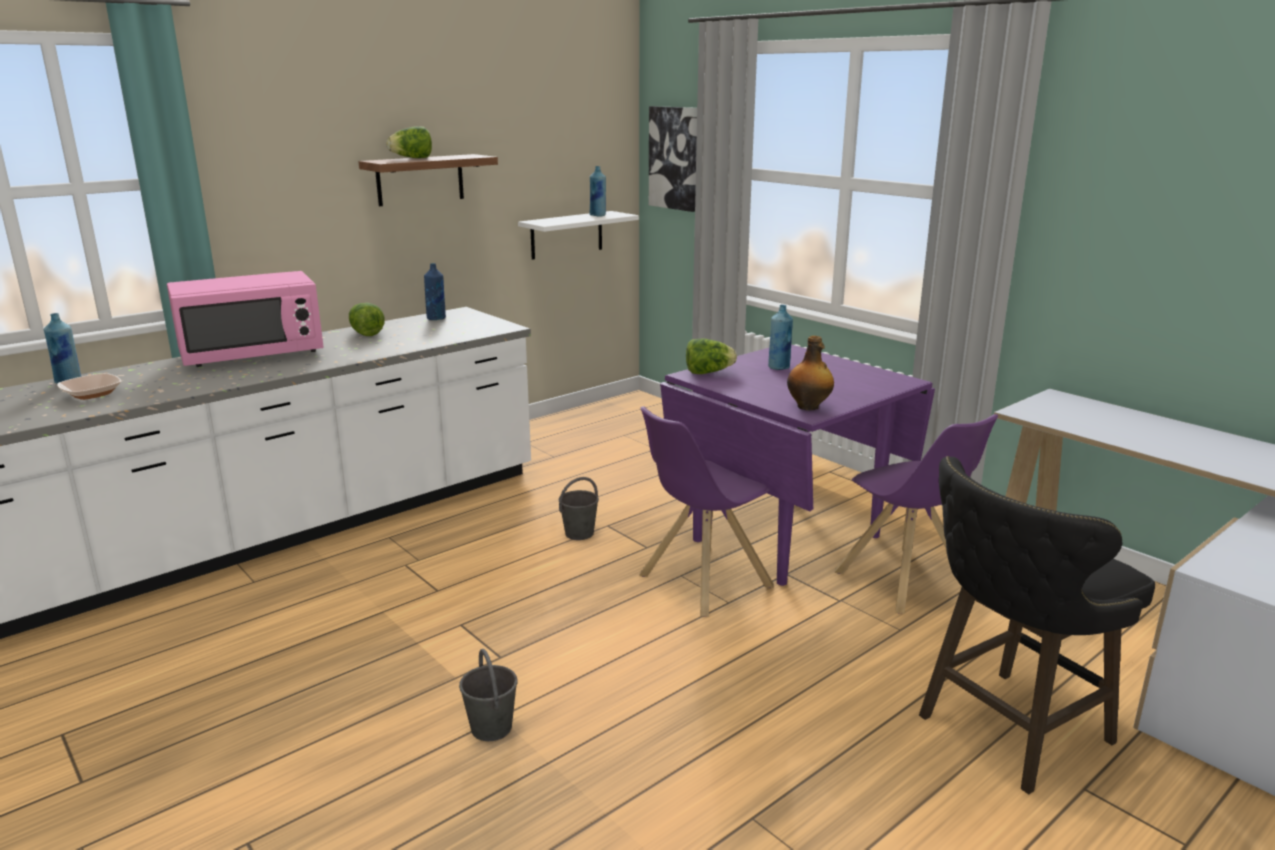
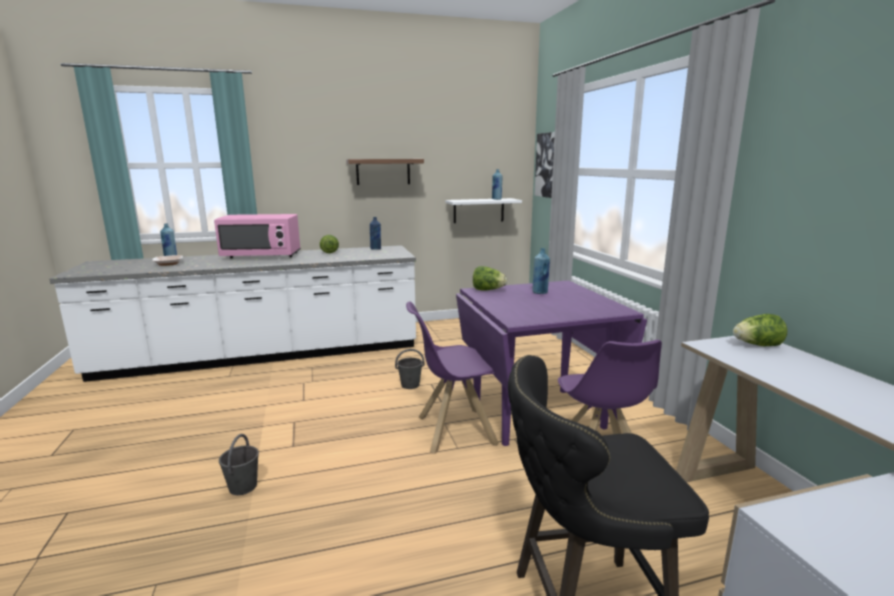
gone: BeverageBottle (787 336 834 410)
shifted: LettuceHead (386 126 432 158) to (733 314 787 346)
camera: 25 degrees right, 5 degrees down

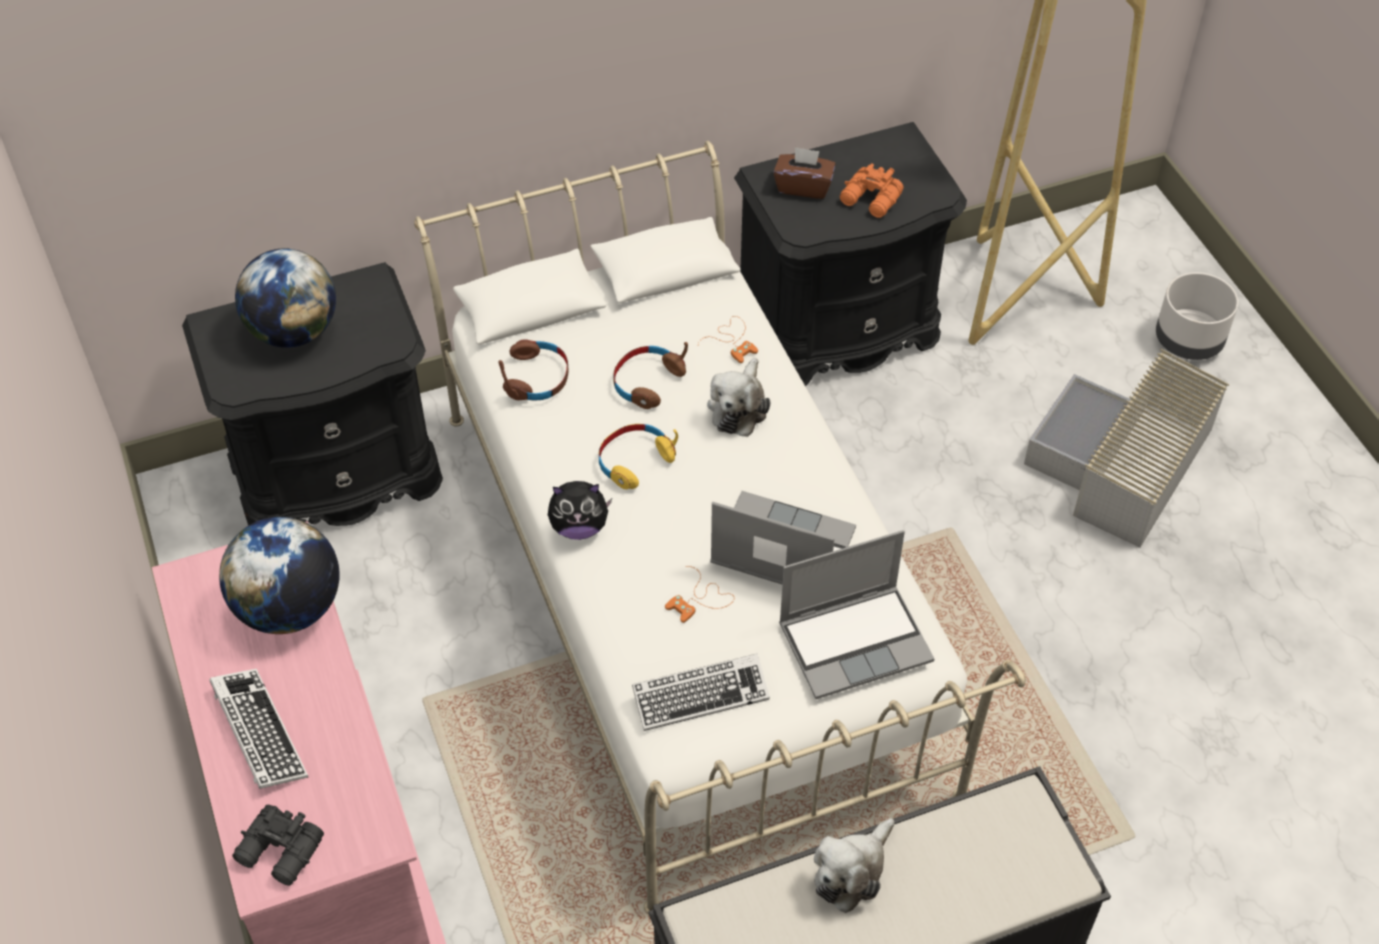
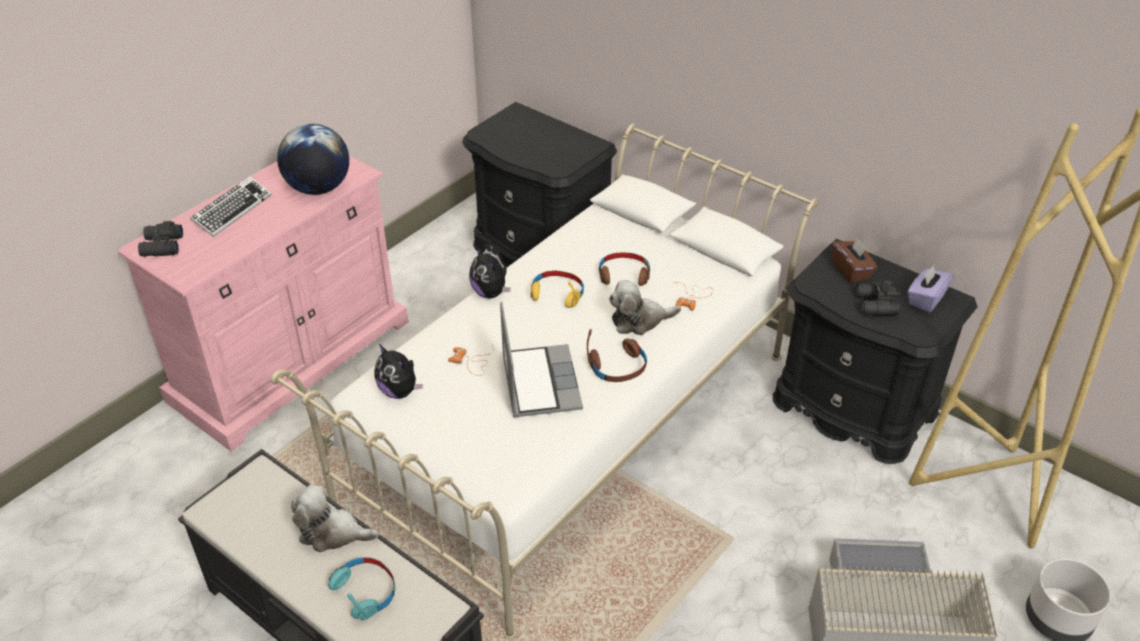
gone: WorldGlobe (235 248 336 348); Laptop (779 530 935 699)
new: PurpleColouredBoxOfTissues (907 265 954 312); BlueGreenHeadset (328 557 395 620)
shifted: BrownColouredHeadset (499 339 568 401) to (587 329 647 382)
swapped: ComputerKeyboard (632 654 770 731) to CuddlyToy (374 344 423 399)
repainted: OrangeBinoculars (840 163 904 218) to BlackishBinoculars (856 281 900 315)
camera: 60 degrees right, 10 degrees down

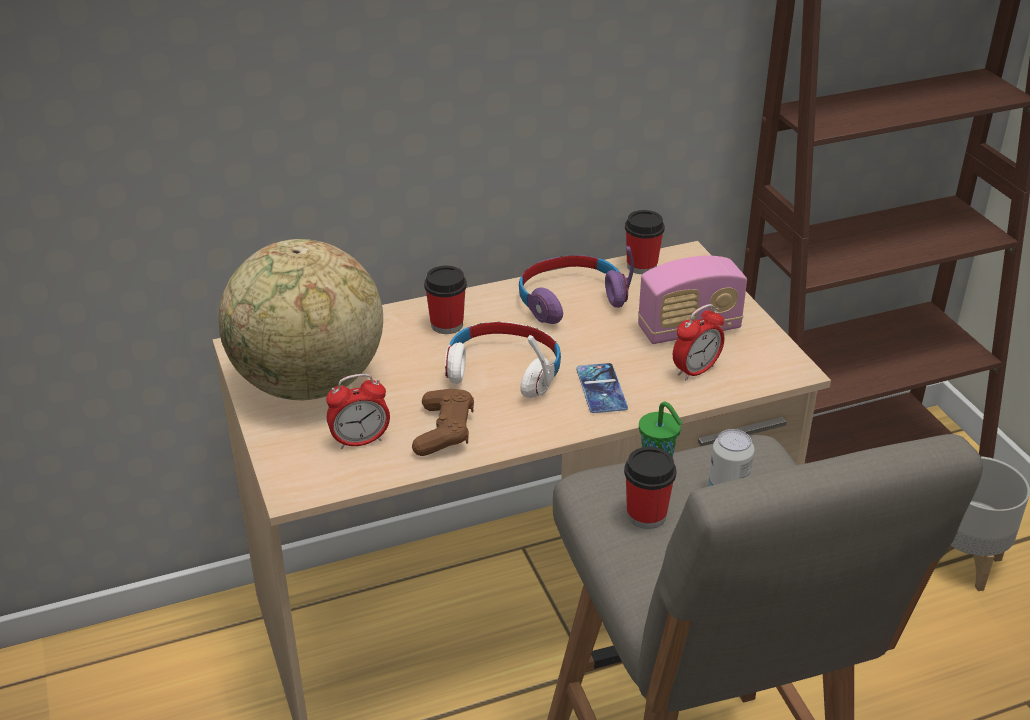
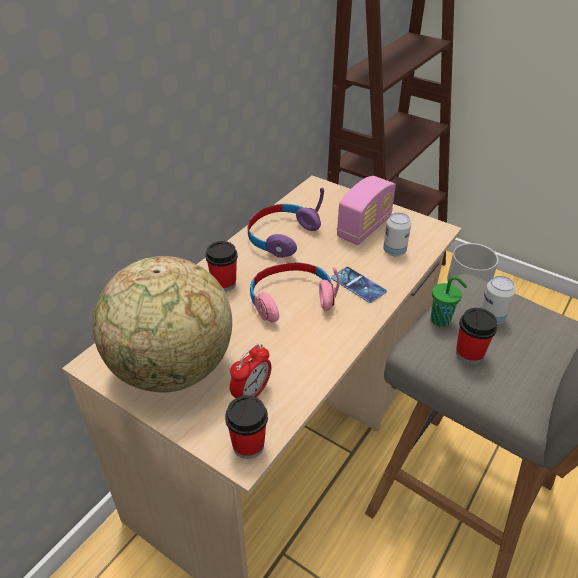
gone: BrownColouredJoypad (412 389 474 456)
shifted: SmallCup (625 210 665 274) to (225 395 268 459)
swapped: BedsideClock (673 304 724 380) to MetalCan (383 212 411 256)
repainted: WhitishHeadset (445 322 561 398) to PinkColouredHeadset (250 262 340 322)
camera: 35 degrees left, 5 degrees up

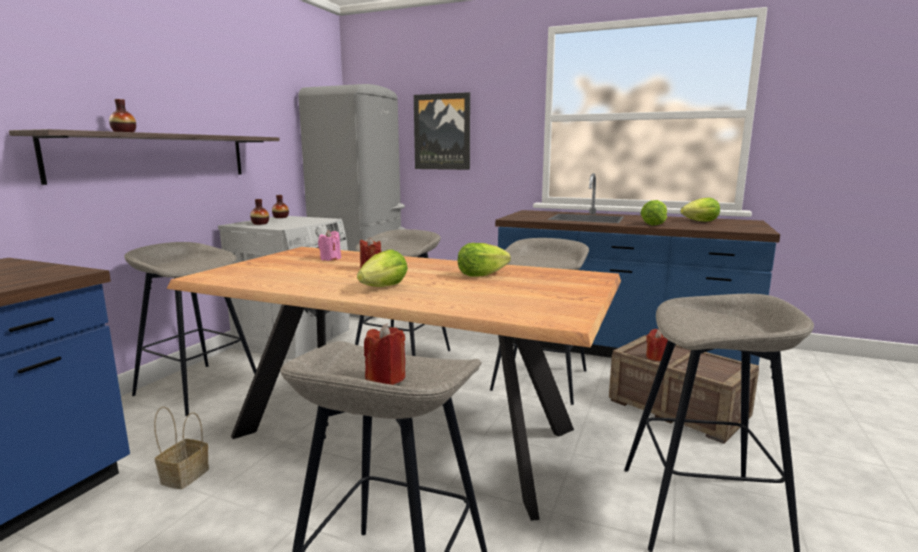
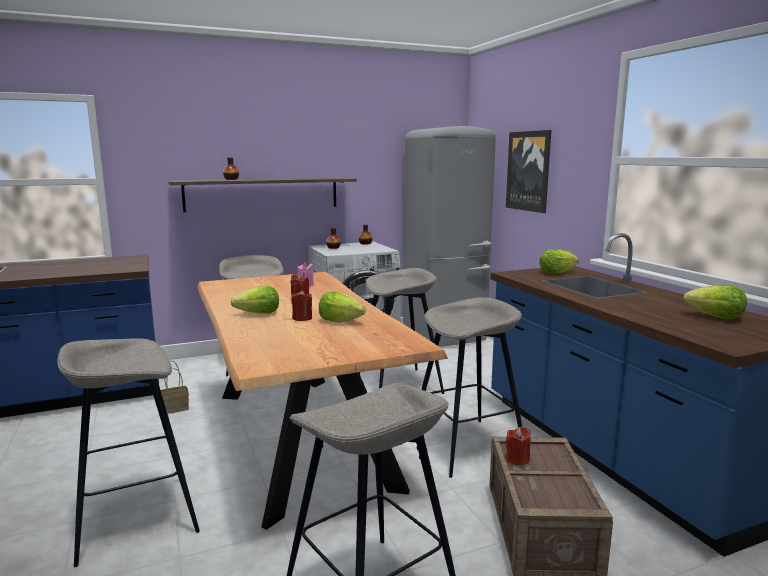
shifted: LettuceHead (640 200 667 226) to (539 249 579 274); RedCandle (364 324 405 385) to (291 290 312 321)
camera: 45 degrees right, 0 degrees up

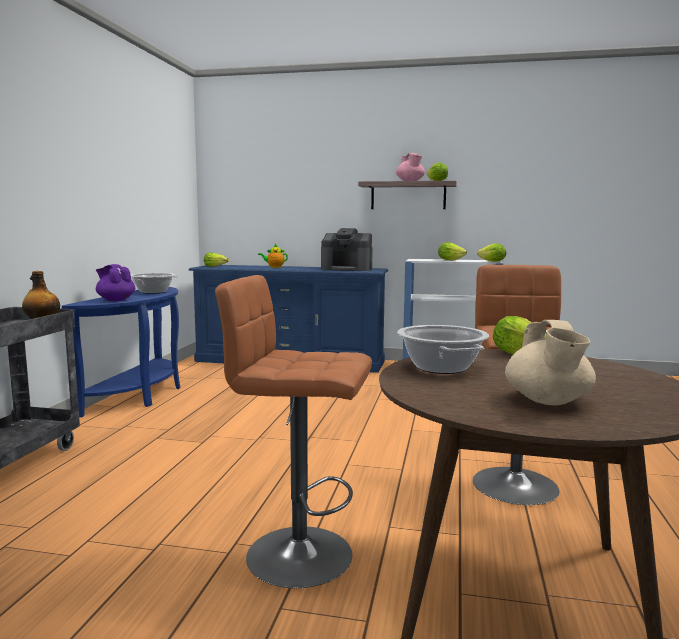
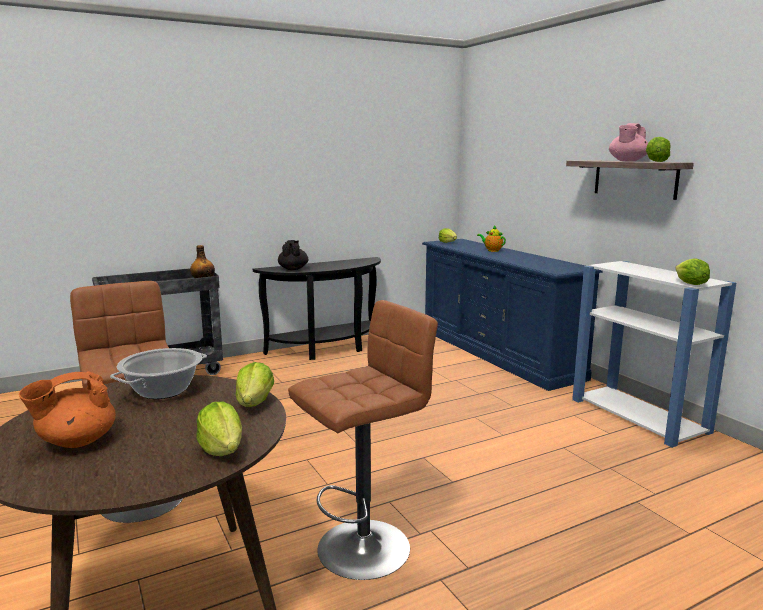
gone: CoffeeMaker (321 228 373 271); Stockpot (131 273 178 294)
shifted: LettuceHead (438 242 467 261) to (196 401 242 456)
repainted: PurpleColouredPotForTea (96 264 135 301) to BlackishPotForTea (278 240 308 270); BlueNarrowTable (62 287 180 417) to BlackishNarrowTable (253 257 381 360); BeigeColouredPotForTea (505 320 596 405) to OrangePotForTea (19 371 116 448)
camera: 50 degrees right, 5 degrees up

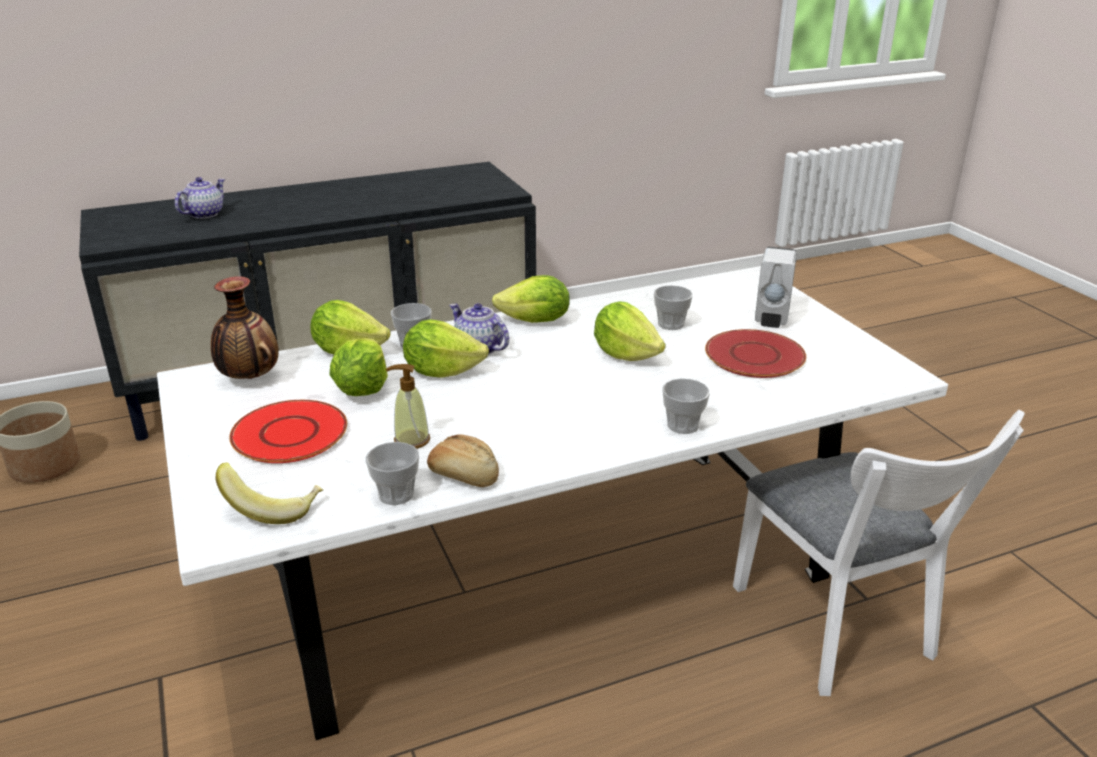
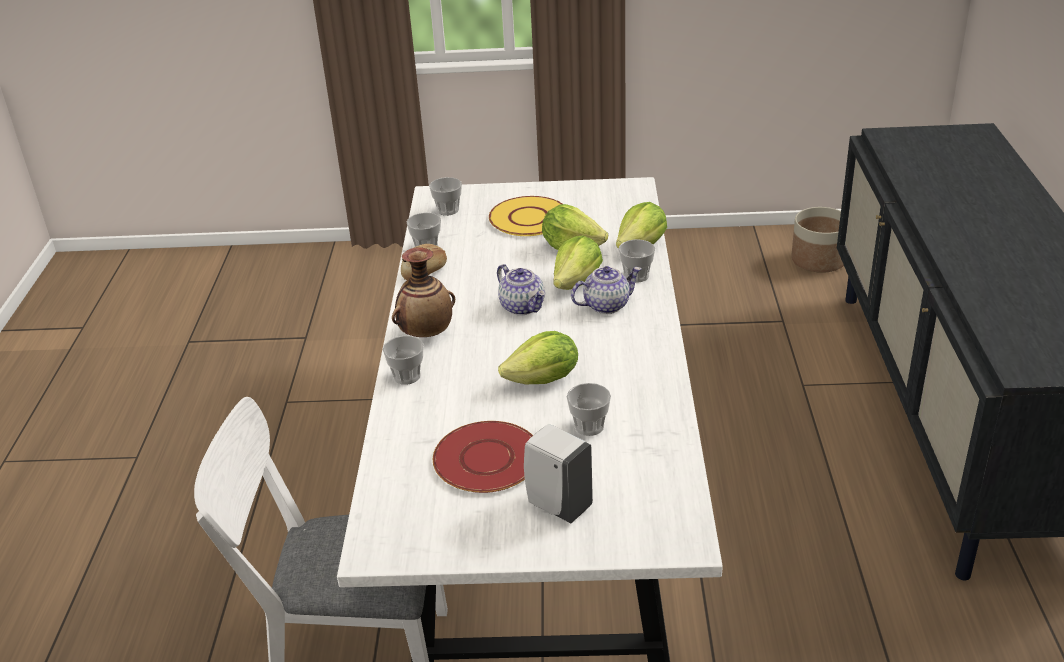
gone: LettuceHead (492 275 570 323); SoapBottle (386 364 430 449)
shifted: PotForTea (175 177 225 219) to (497 264 545 315); DecorativeVase (211 276 279 379) to (392 247 455 337)
swapped: WholeBanana (216 462 323 524) to SmallCup (429 177 462 216)
repainted: RedPlate (229 400 347 463) to YellowColouredPlate (489 196 562 236)
camera: 115 degrees right, 5 degrees up

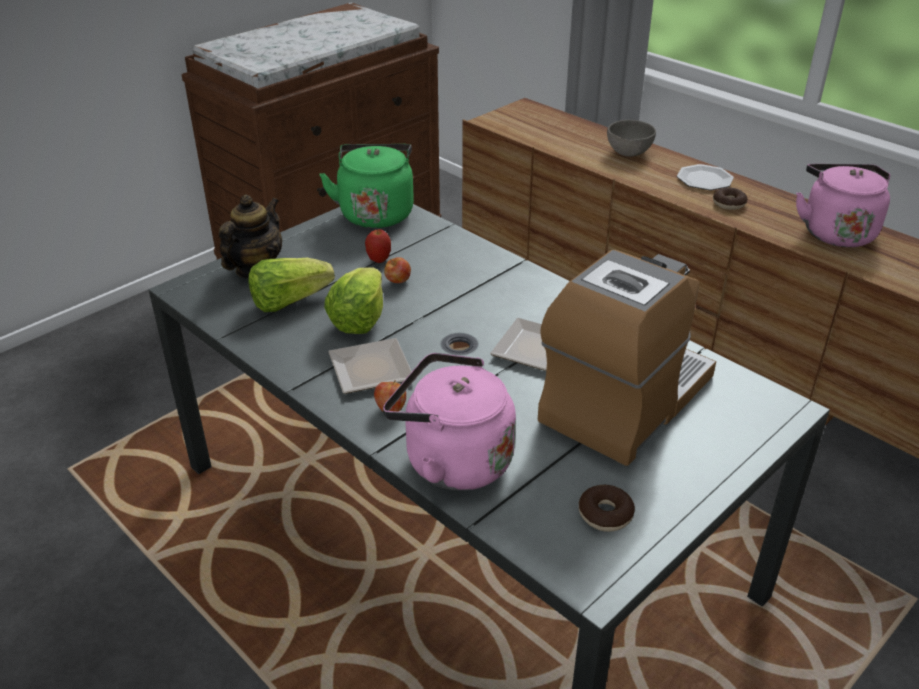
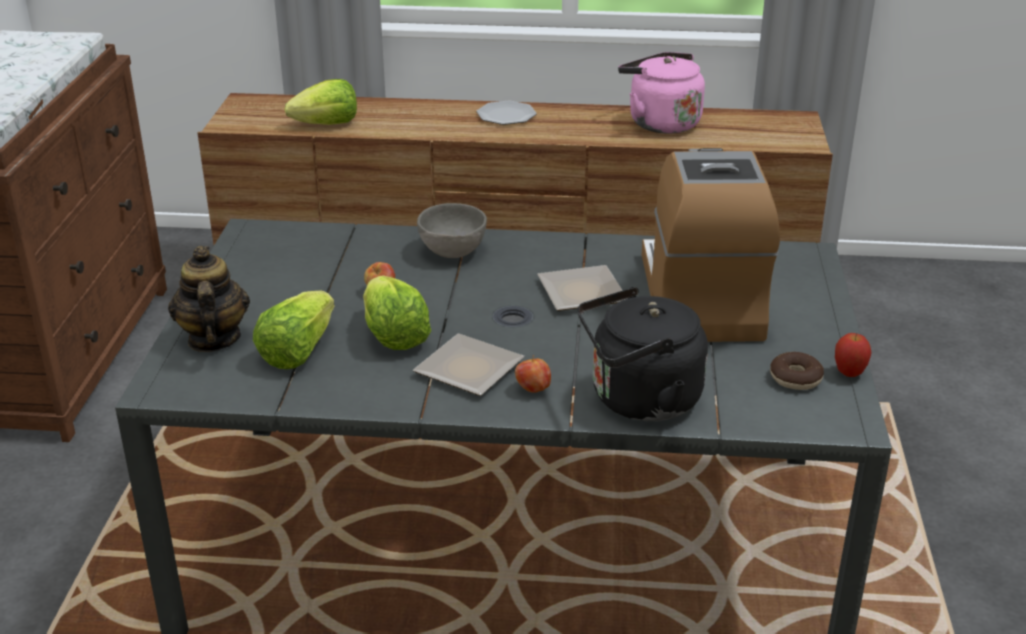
gone: GreenColouredTeaKettle (319 144 414 228); Doughnut (713 187 747 210)
new: LettuceHead (284 79 357 125)
shifted: GreyishBowl (607 120 656 157) to (417 203 487 258); AppleFruit (365 229 391 263) to (835 333 872 377)
repainted: PinkColouredTeaKettle (383 353 516 491) to BlackishTeaKettle (578 287 708 421)
camera: 40 degrees left, 5 degrees down

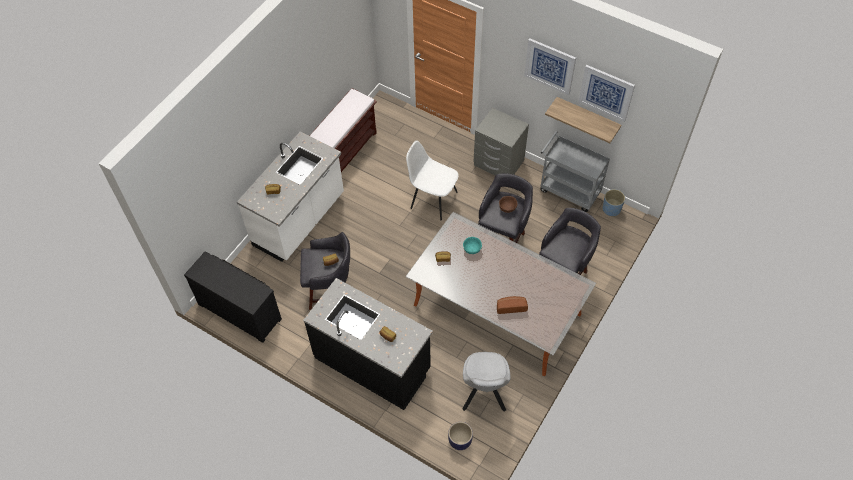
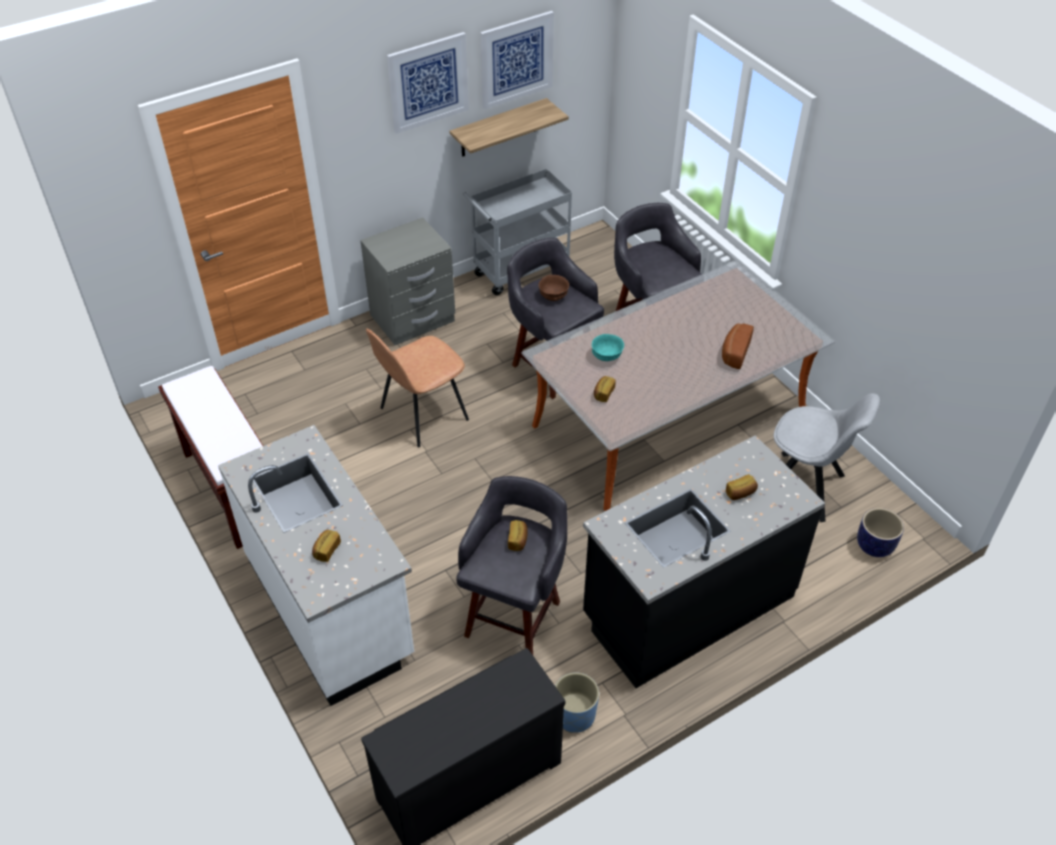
shifted: BluePlanter (603 189 625 217) to (555 672 599 733)
repainted: WhitishPlainChair (406 140 459 220) to BrownColouredPlainChair (366 328 469 448)
camera: 65 degrees left, 10 degrees down

